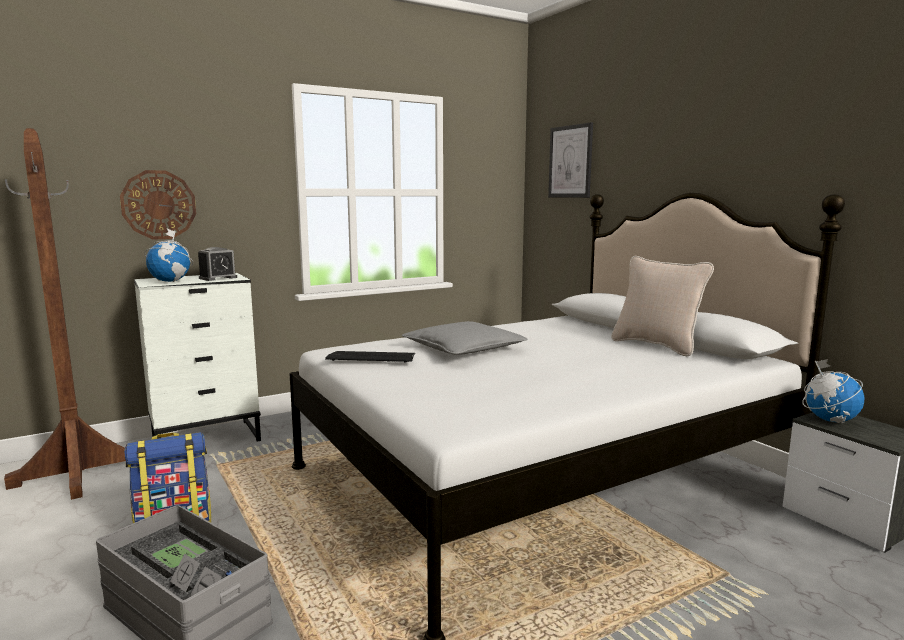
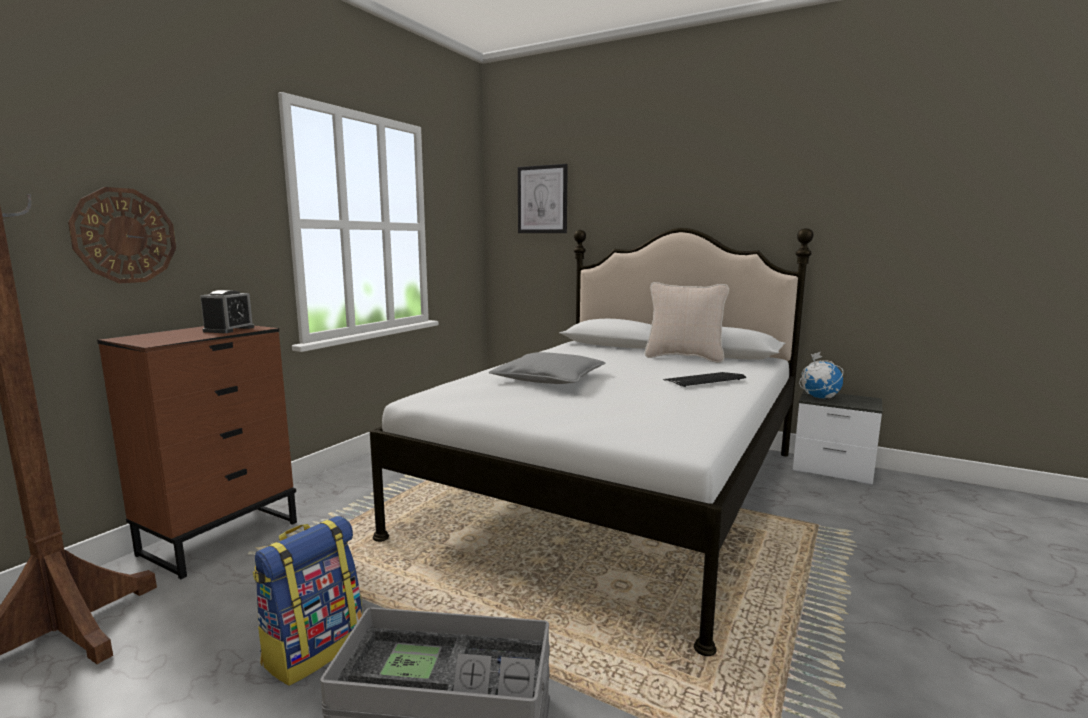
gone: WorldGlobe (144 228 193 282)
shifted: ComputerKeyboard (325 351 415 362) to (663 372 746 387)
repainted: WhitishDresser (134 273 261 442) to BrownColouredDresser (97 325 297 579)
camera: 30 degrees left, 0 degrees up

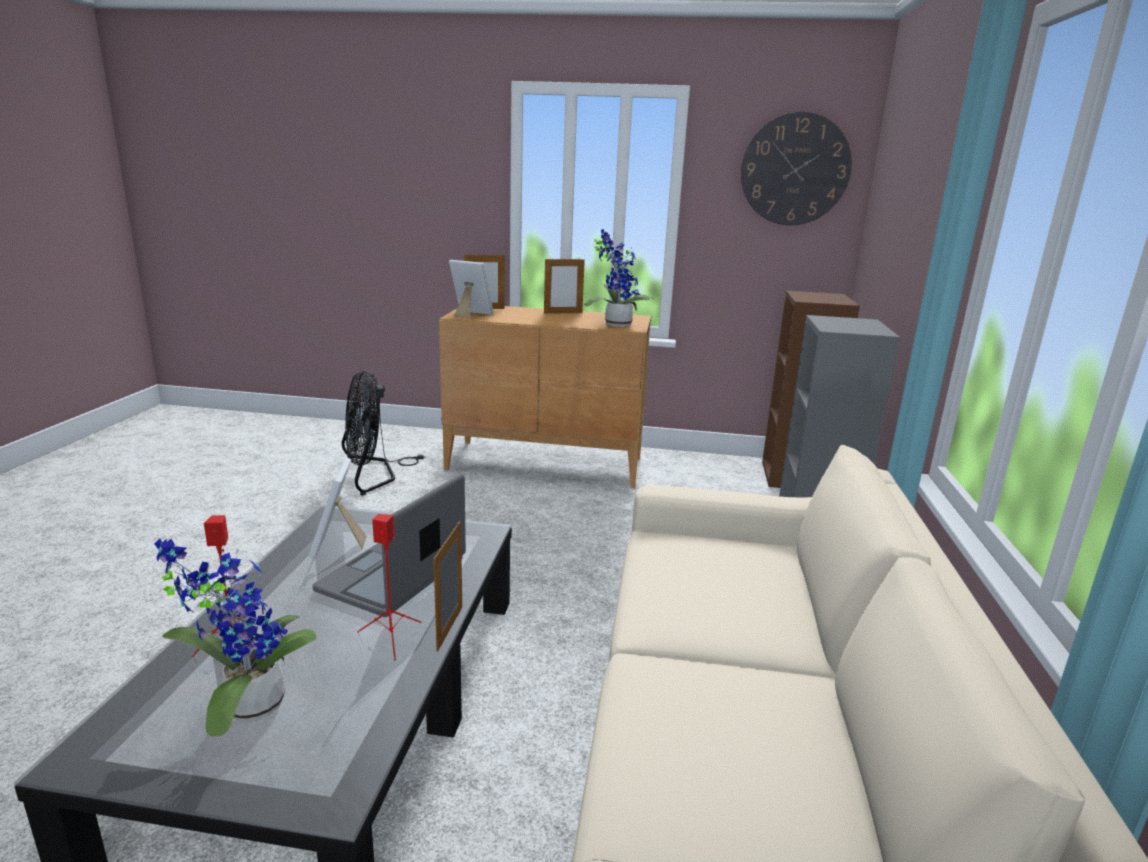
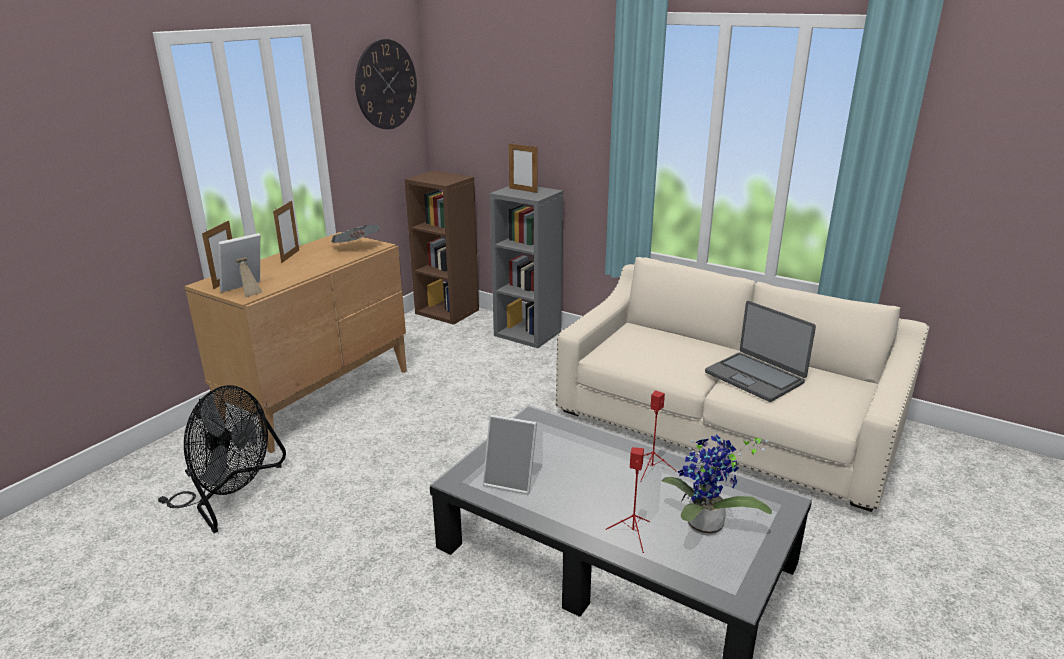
shifted: Laptop (312 474 466 617) to (705 301 816 402); StandingFrame (433 521 462 652) to (509 142 537 193)
swapped: Houseplant (584 229 655 327) to Newspaper (331 225 380 243)
rotated: BlackishFan (342 371 425 496) = (158 385 286 533) 75 degrees counterclockwise
camera: 65 degrees left, 5 degrees up

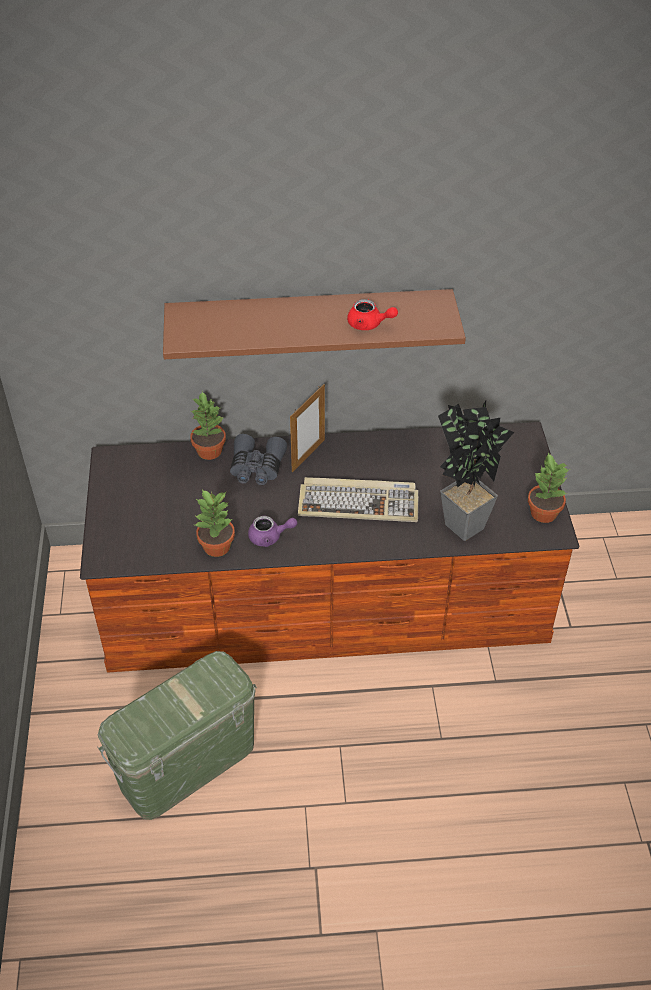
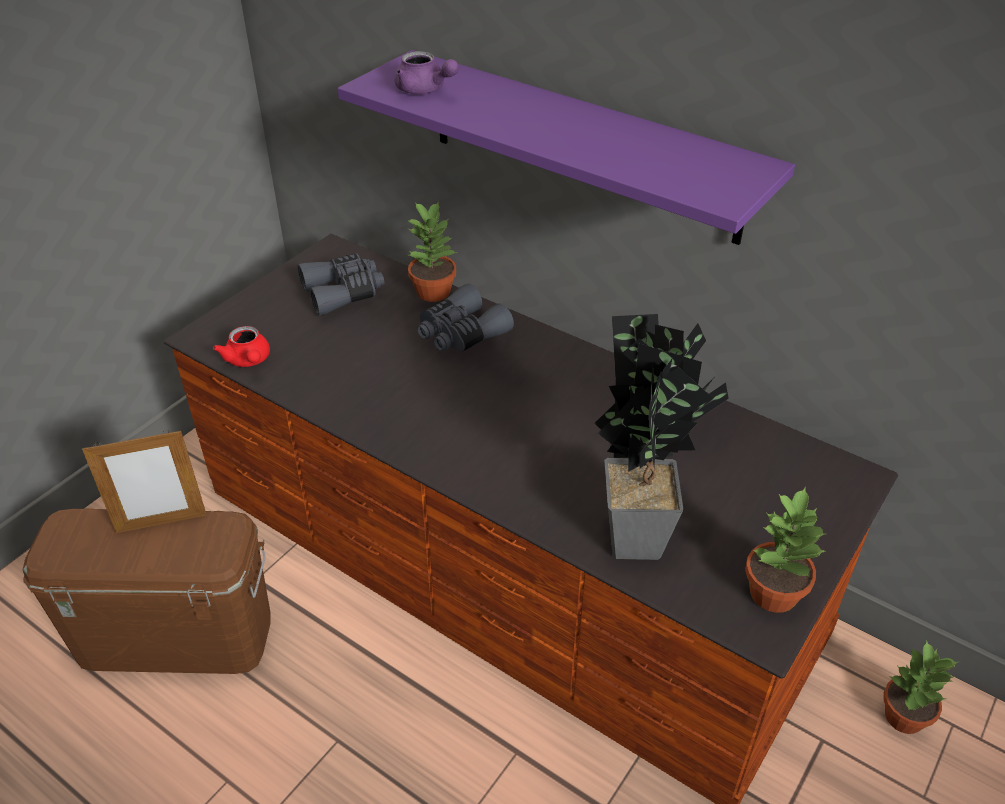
gone: ComputerKeyboard (298 477 418 522)
new: GreyishBinoculars (298 253 385 316)
shifted: RedPotForTea (347 299 398 330) to (213 326 270 367); StandingFrame (290 384 325 473) to (82 430 207 533); Houseplant (194 489 235 557) to (883 641 958 734); PurpleColouredPotForTea (248 516 297 547) to (394 51 459 94)
repainted: BrownColouredWallShelf (163 289 466 359) to PurpleColouredWallShelf (338 50 795 245); GreenColouredStorageBin (97 651 257 820) to BrownColouredStorageBin (23 508 271 674)
camera: 40 degrees right, 5 degrees down

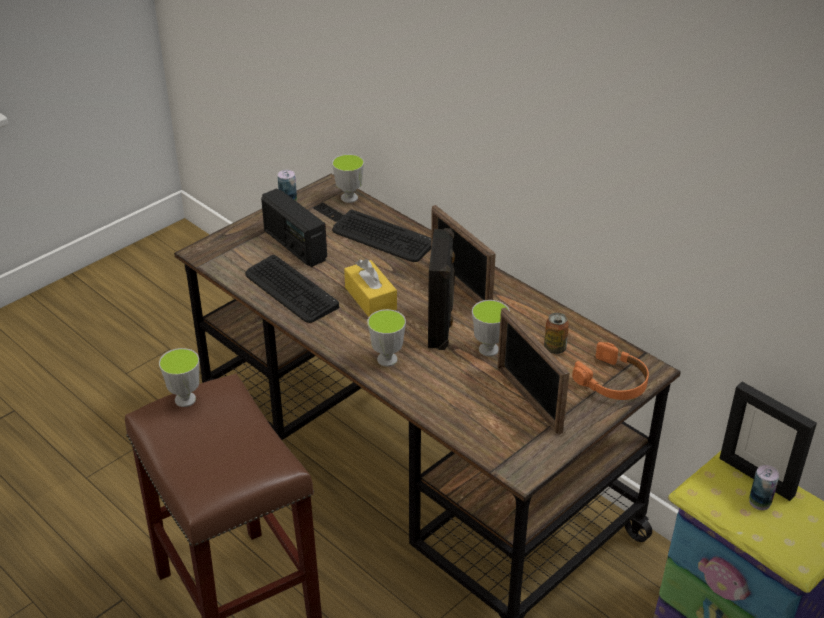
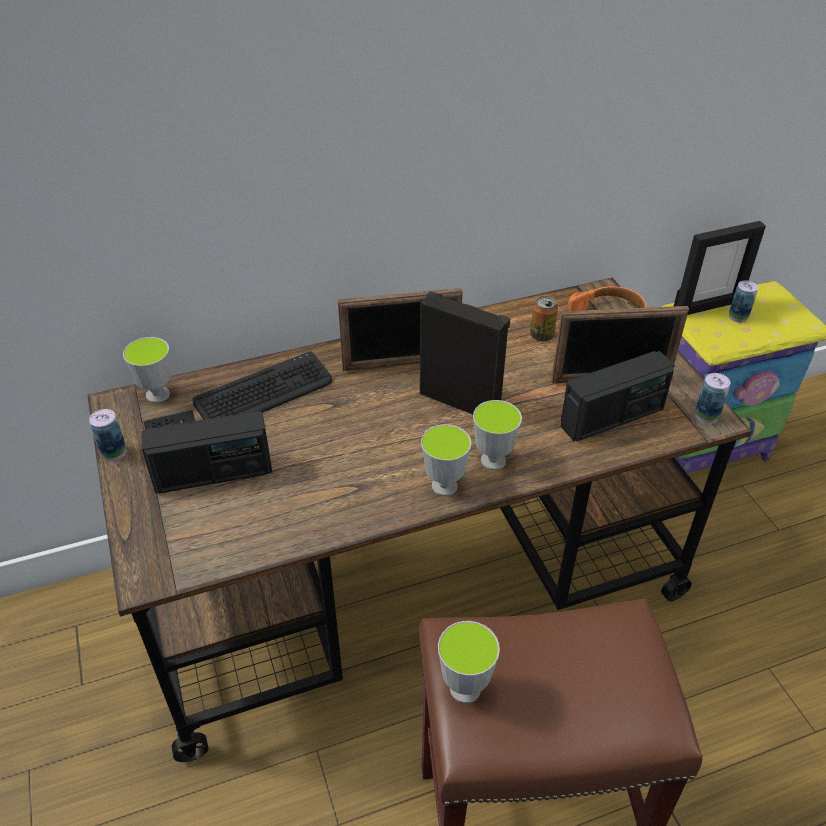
gone: ComputerKeyboard (246 255 339 323); YellowColouredBoxOfTissues (344 259 397 317)
new: RadioReceiver (561 351 675 441); MetalCan (695 373 730 424)
shifted: SmallCup (472 300 510 356) to (421 424 471 496)
camera: 65 degrees left, 5 degrees up

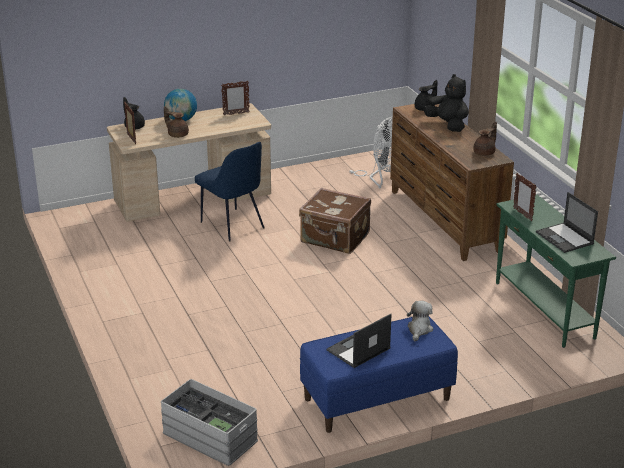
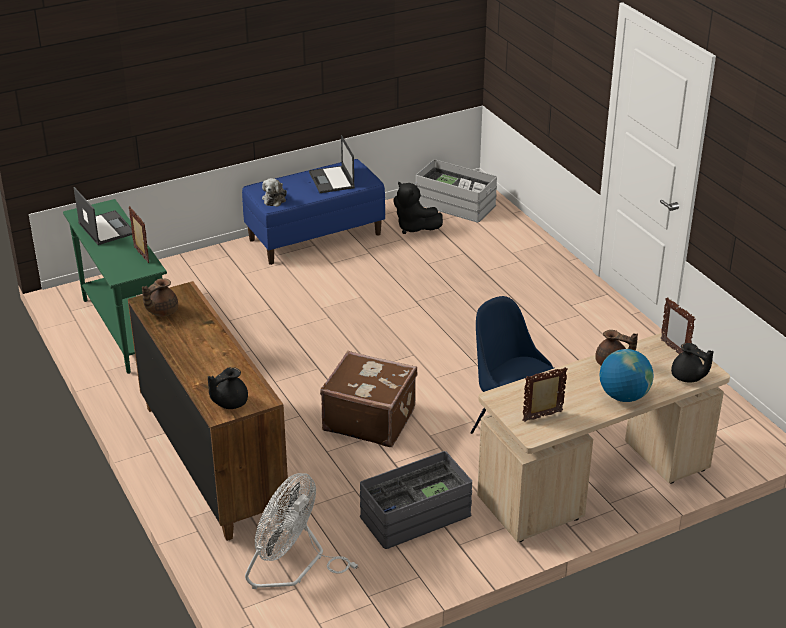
new: GreyishStorageBin (360 451 472 549)
shifted: BlackishCuddlyToy (424 74 469 132) to (393 181 443 234)
rotated: Laptop (326 314 391 368) = (309 135 355 193) 120 degrees clockwise
camera: 175 degrees right, 5 degrees up

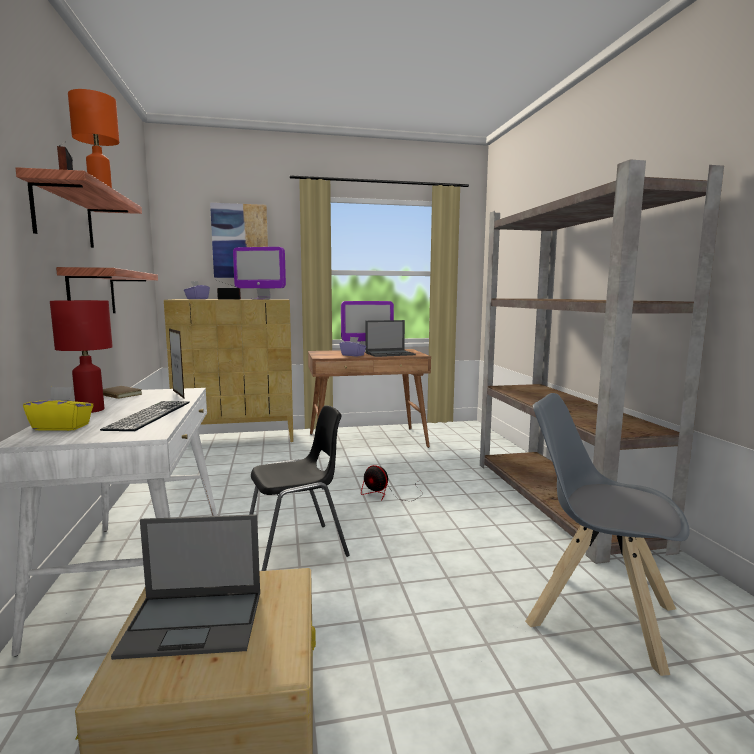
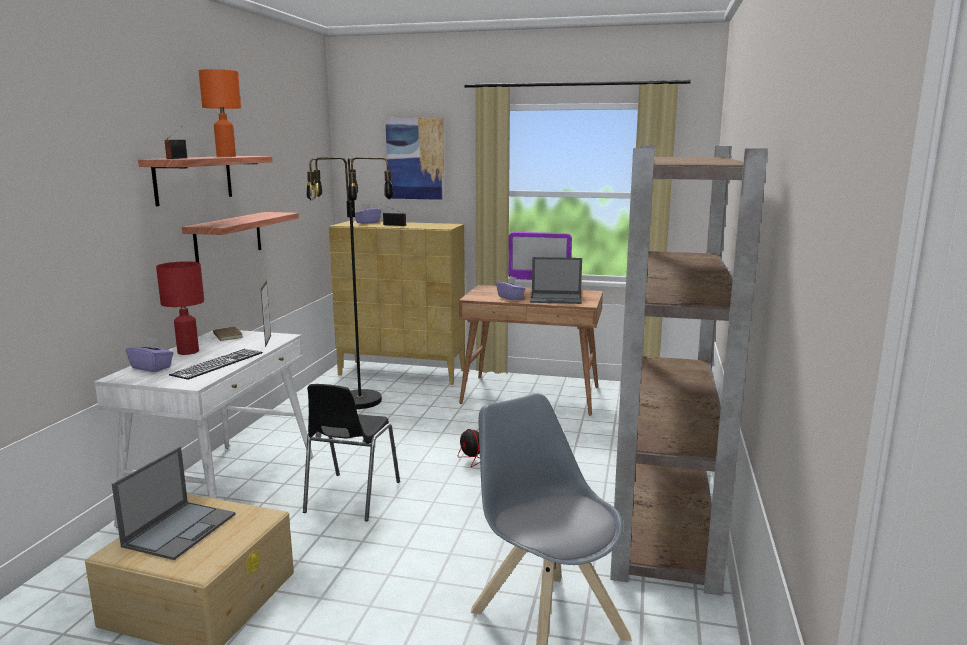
gone: ComputerDisplay (233 247 286 299)
new: StandingLamp (307 157 393 409)
repainted: YellowColouredBoxOfTissues (23 387 94 431) to PurpleColouredBoxOfTissues (126 336 174 372)
rotated: BlackishPlainChair (249 405 350 571) = (303 384 400 521) 105 degrees clockwise; Laptop (111 514 260 660) = (112 447 236 560) 90 degrees counterclockwise
camera: 25 degrees right, 5 degrees up

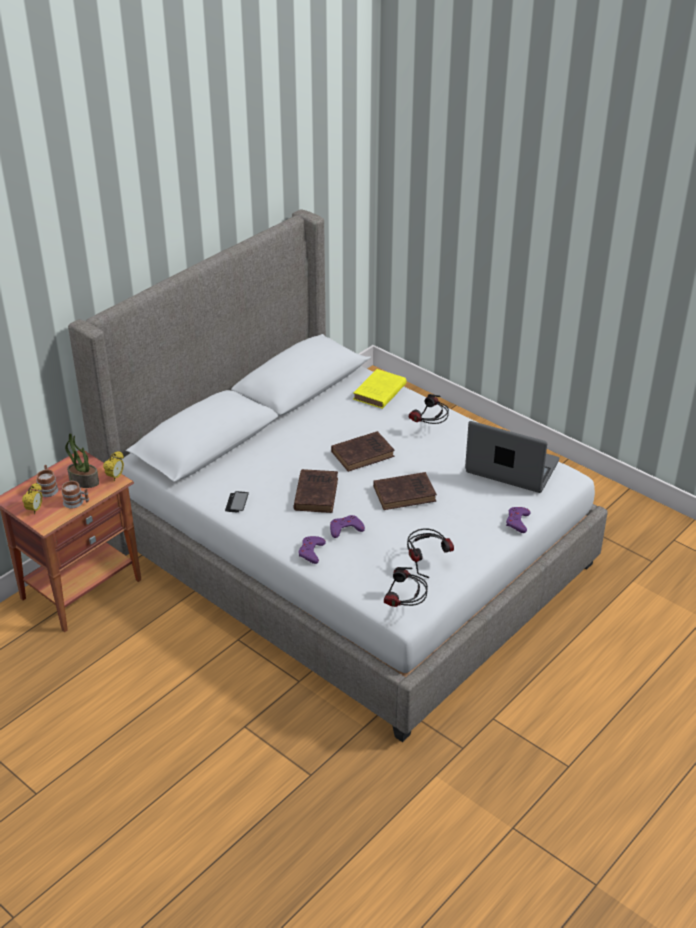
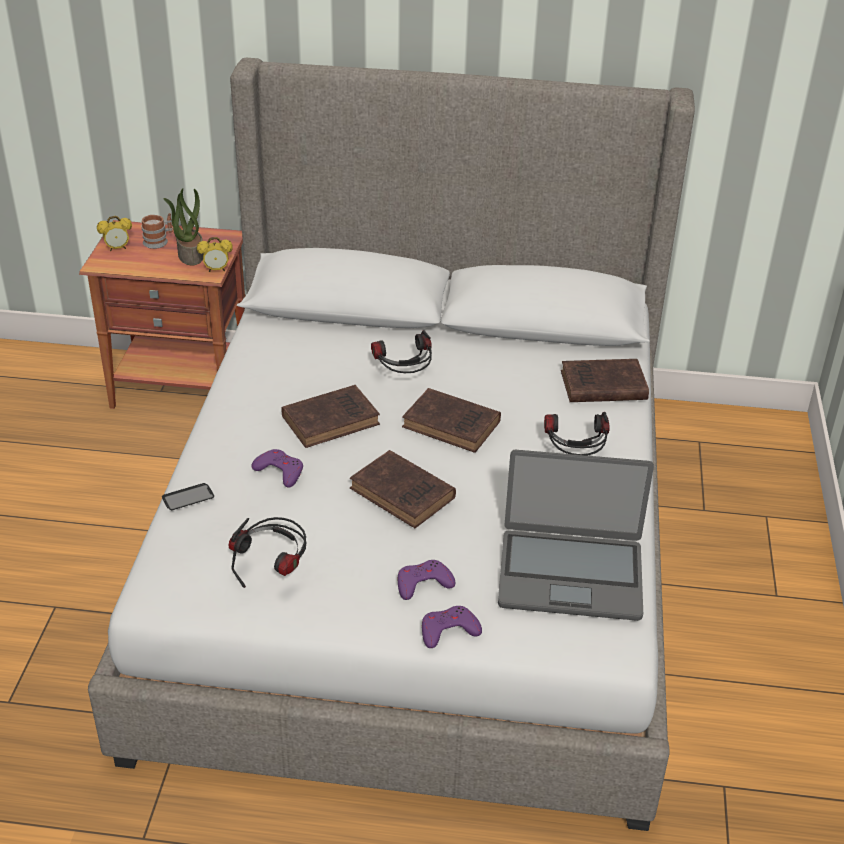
gone: CoffeeMug (62 480 89 509)
shifted: Telephone (225 491 249 512) to (162 483 214 510); PurpleColouredJoypad (298 536 326 564) to (398 560 455 600); Headset (384 567 428 607) to (371 330 432 373)
repainted: YellowColouredVolume (353 369 406 409) to BrownColouredVolume (561 359 649 402)
rotated: Laptop (465 421 559 493) = (498 450 654 621) 105 degrees clockwise
camera: 55 degrees right, 0 degrees up

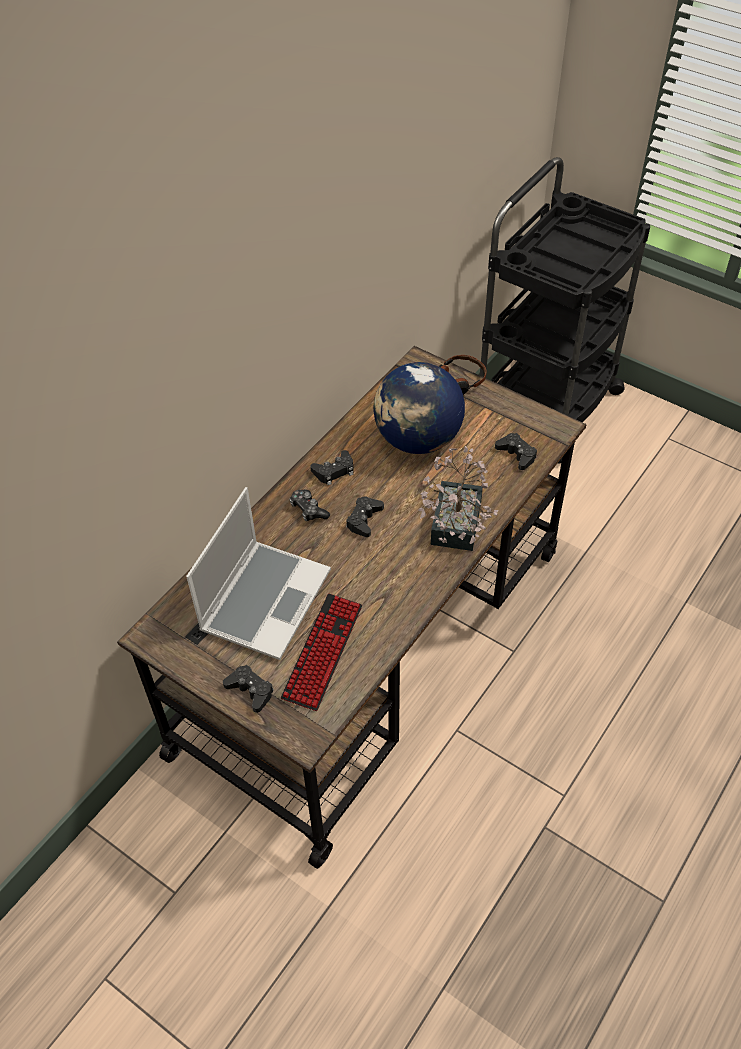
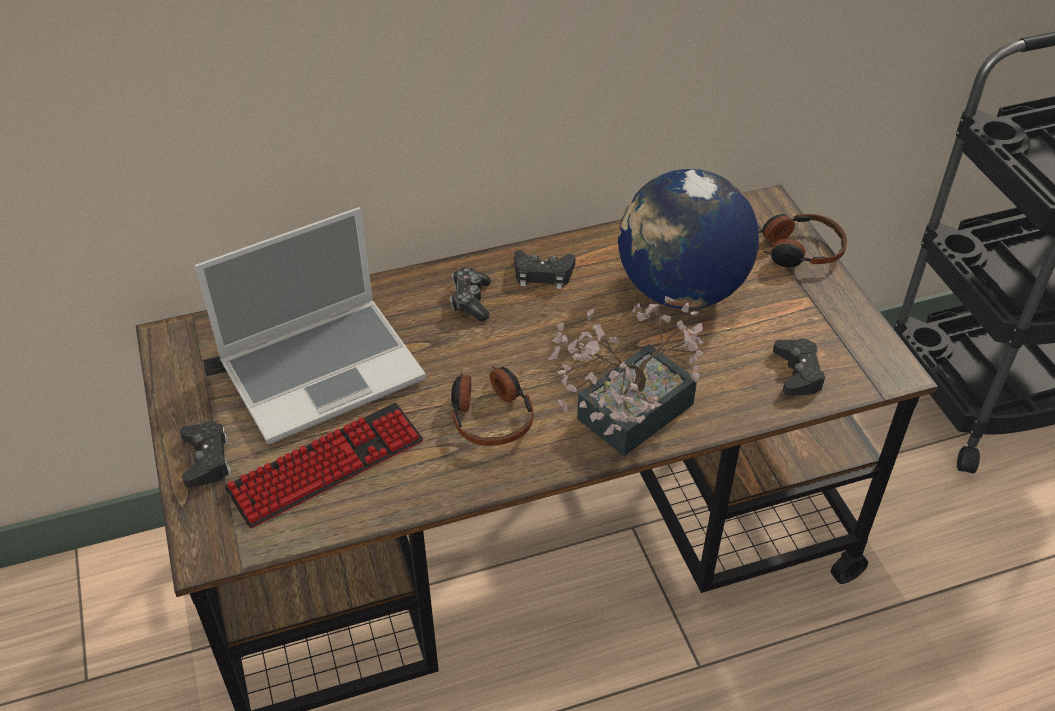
gone: BlackishJoypad (346 497 384 537)
new: Headset (451 366 534 446)
camera: 35 degrees right, 5 degrees down

